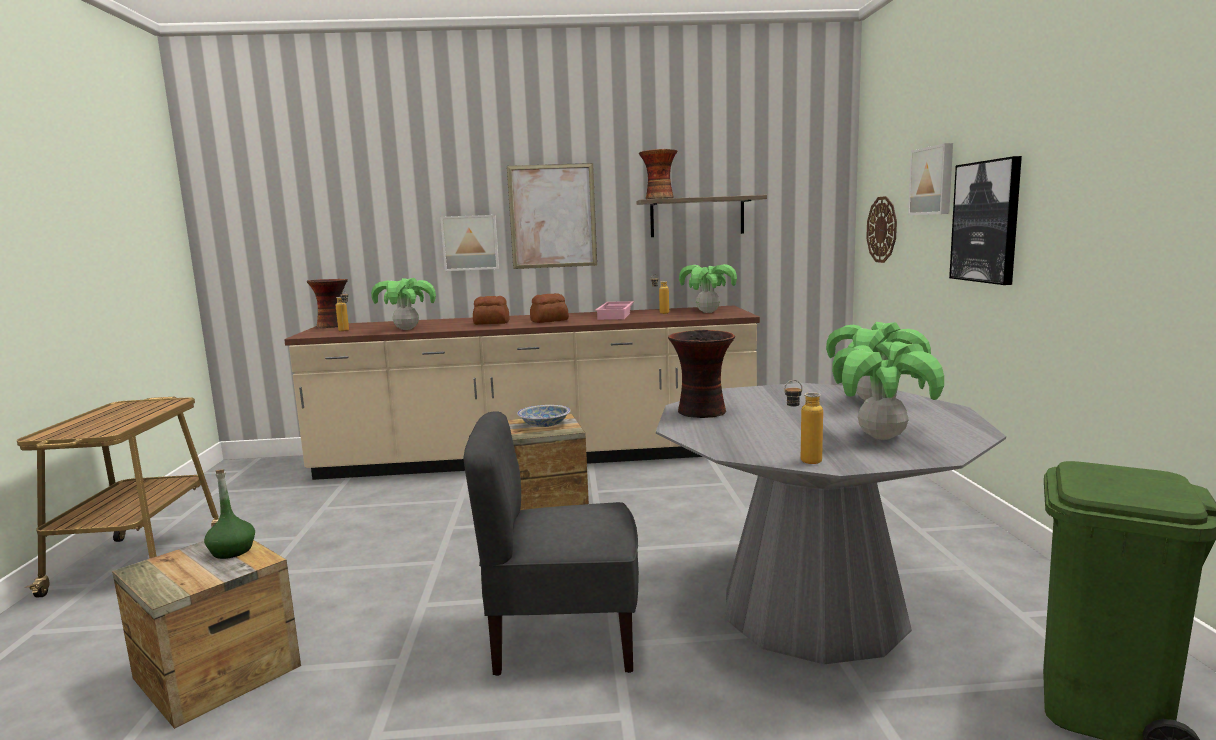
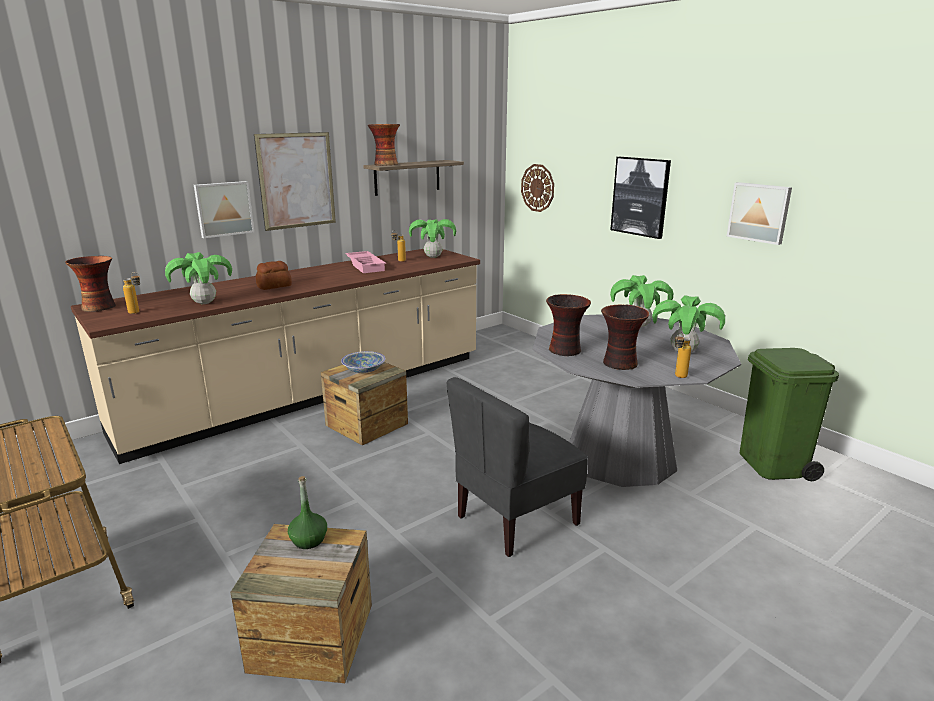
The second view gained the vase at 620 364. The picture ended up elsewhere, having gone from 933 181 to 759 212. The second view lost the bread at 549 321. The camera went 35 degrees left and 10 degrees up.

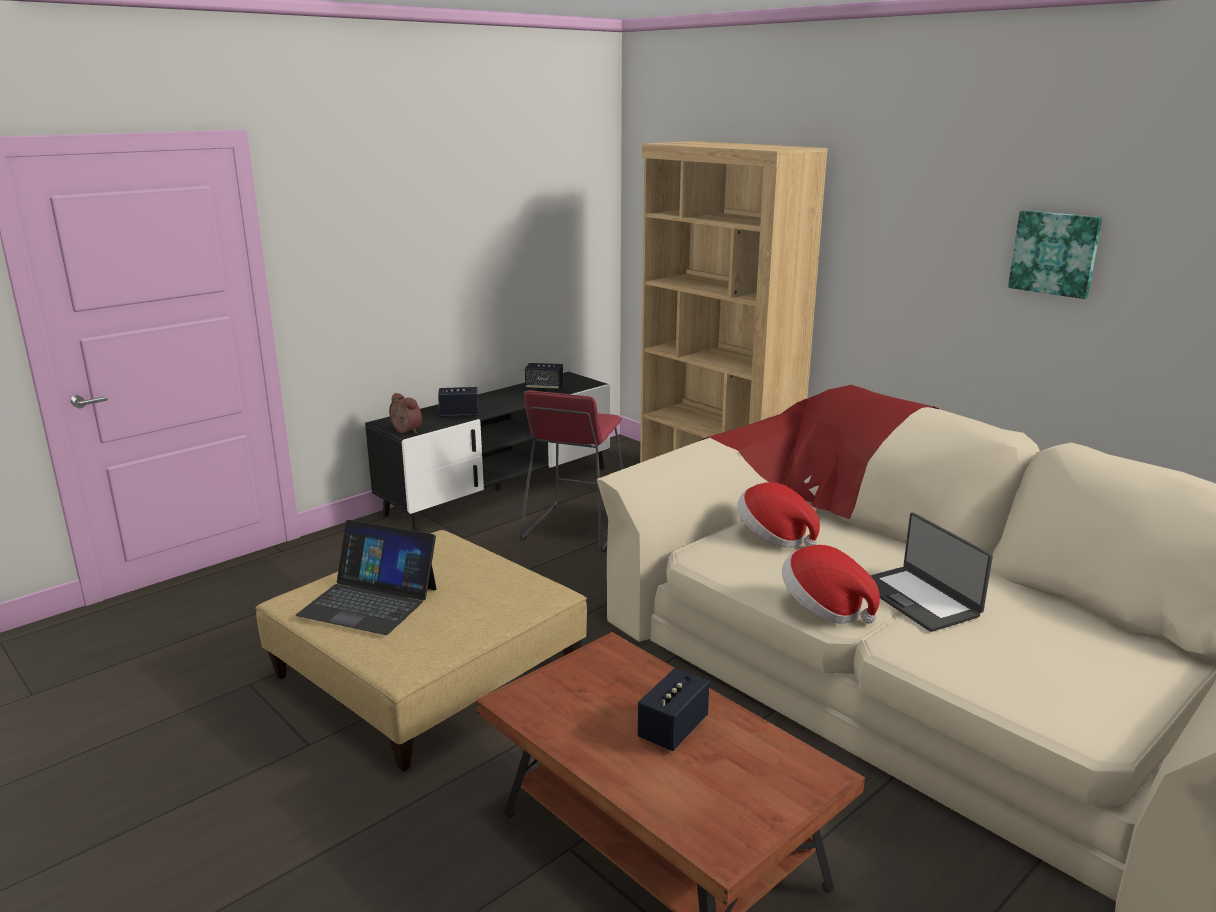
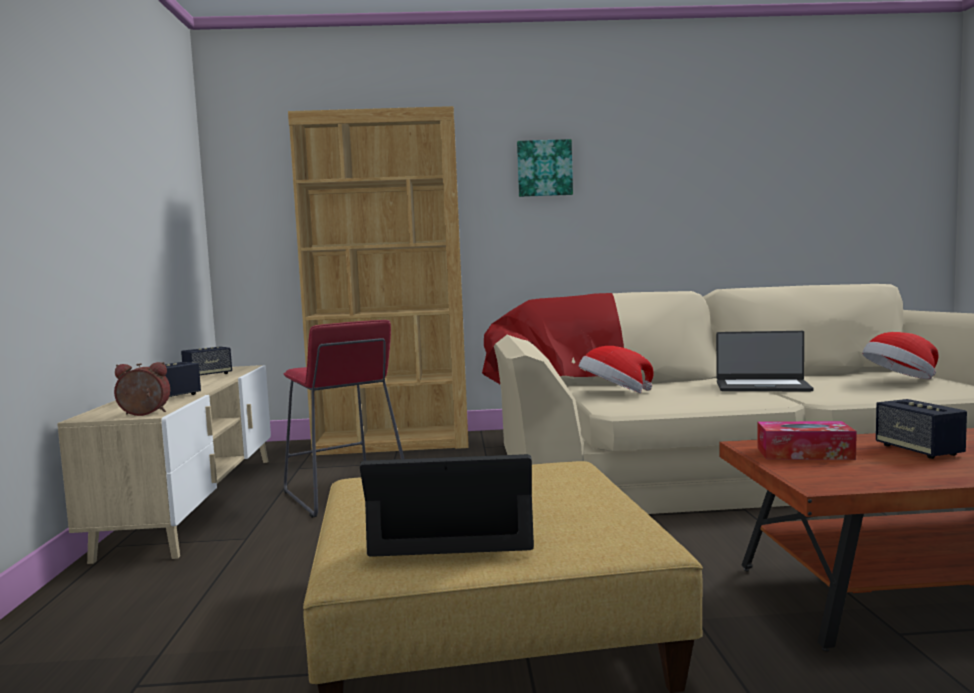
What was the black tv stand at 499 490 turned into the beige tv stand at 195 502. The laptop at 369 601 ended up facing another way, 150 degrees counterclockwise from before. The picture ended up elsewhere, having gone from 1055 253 to 544 168. The second view gained the tissue box at 804 453. The hat ended up elsewhere, having gone from 824 609 to 900 380. The camera went 50 degrees left and 15 degrees down.

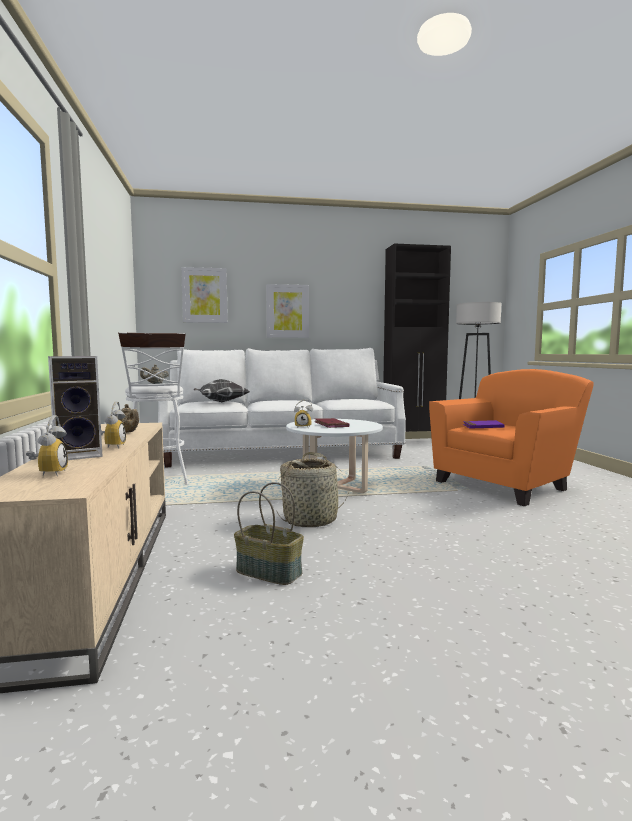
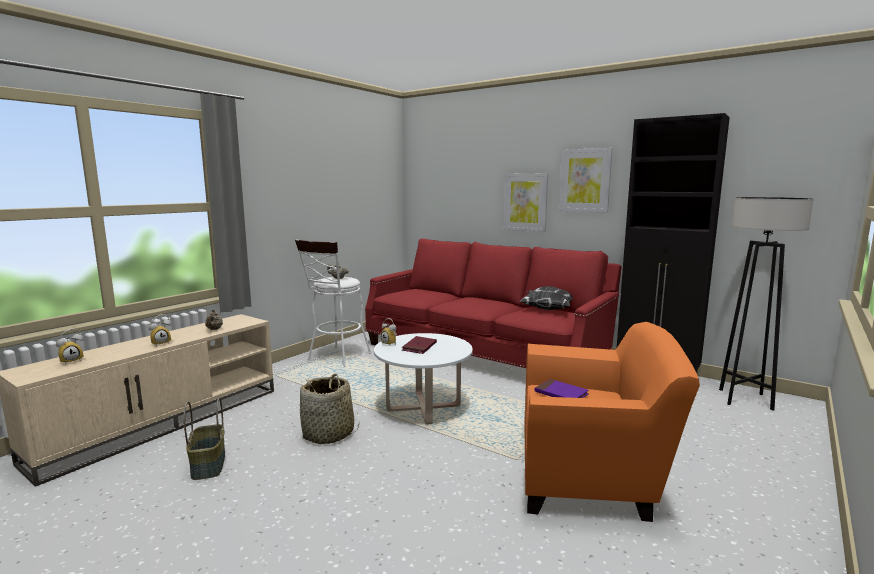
What was the white sofa at 282 452 turned into the red sofa at 484 352. The pillow ended up elsewhere, having gone from 221 402 to 547 309. The picture ended up elsewhere, having gone from 204 295 to 585 180. The second view lost the speaker at 80 455. The camera went 45 degrees right and 5 degrees up.

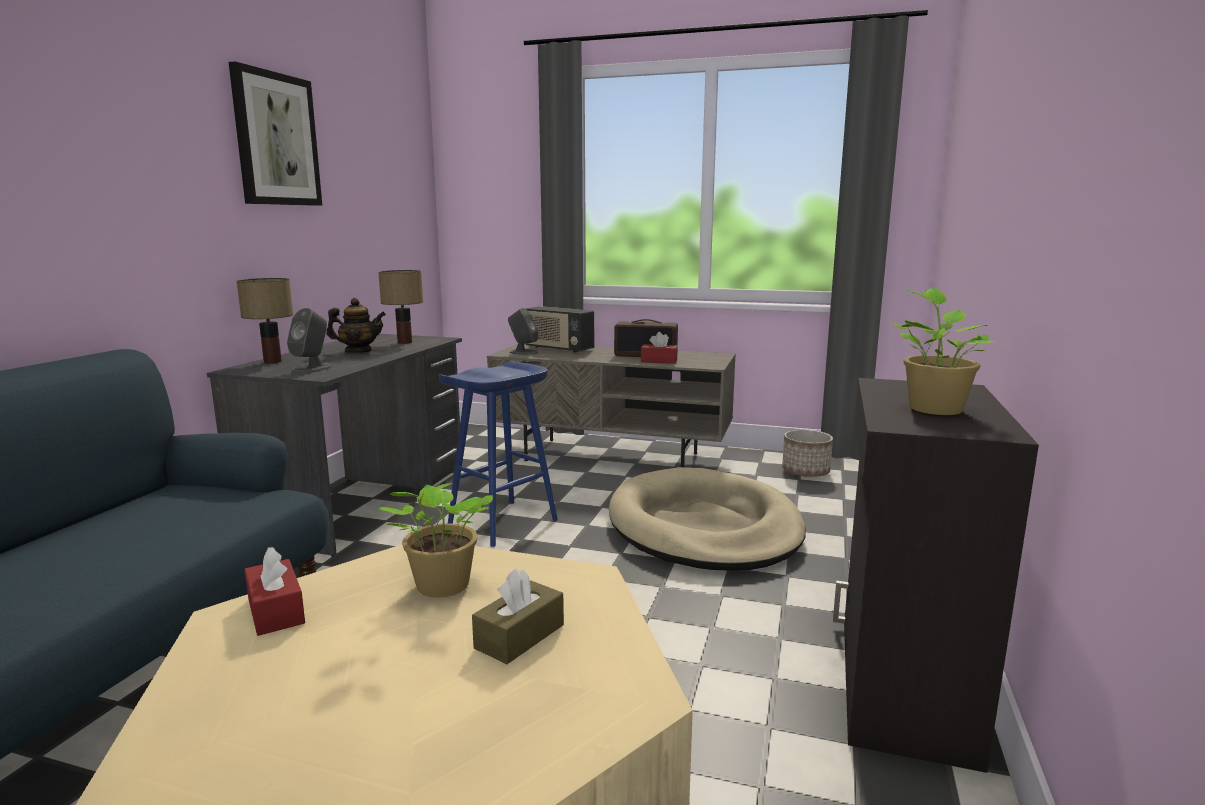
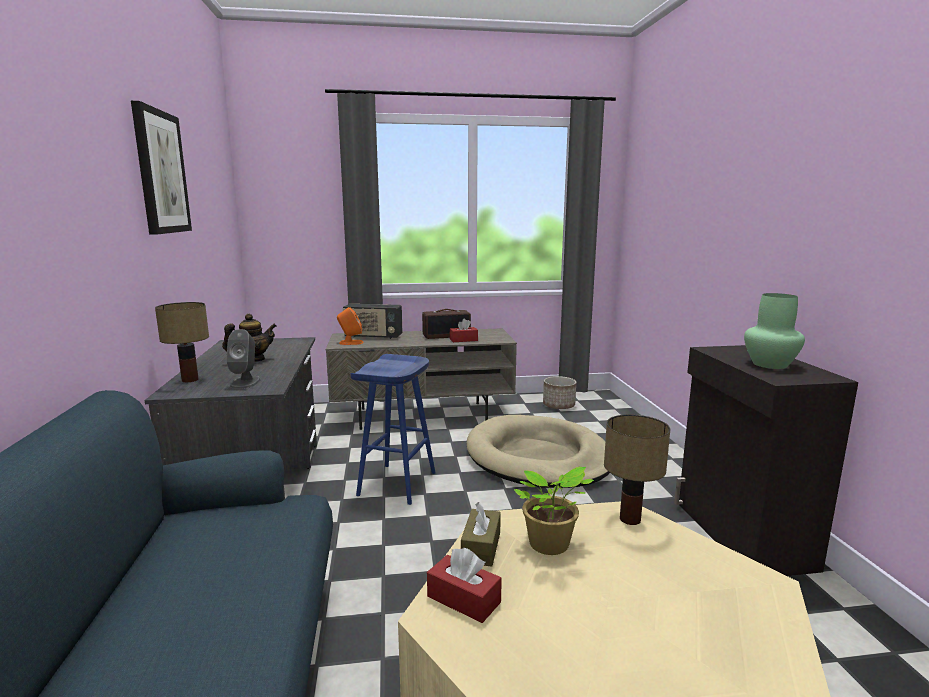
What was the grey speaker at 523 352 turned into the orange speaker at 351 342. The brown tissue box ended up elsewhere, having gone from 519 636 to 481 547. The table lamp ended up elsewhere, having gone from 404 342 to 628 519. Where the potted plant stood at 933 408, the green vase came to stand at 770 364. The camera went 25 degrees left and 0 degrees up.

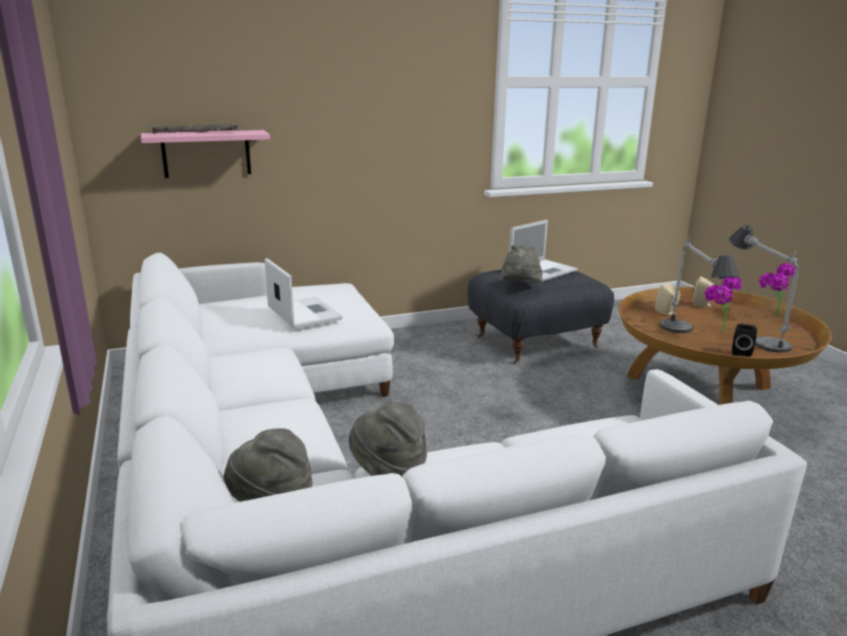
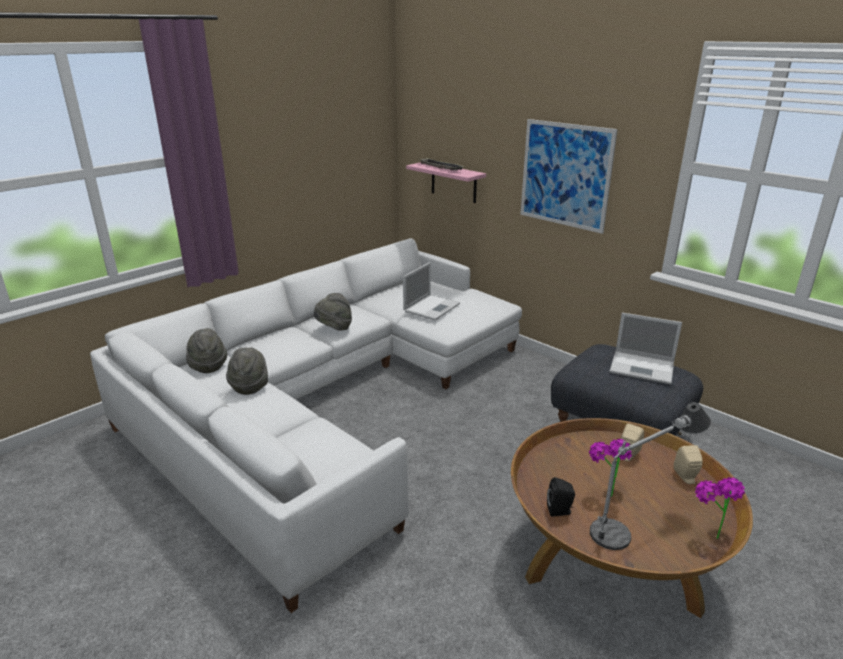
The grey hat ended up elsewhere, having gone from 520 287 to 334 328. The second view gained the picture at 565 175. The second view lost the table lamp at 688 340. The camera went 65 degrees right and 5 degrees up.

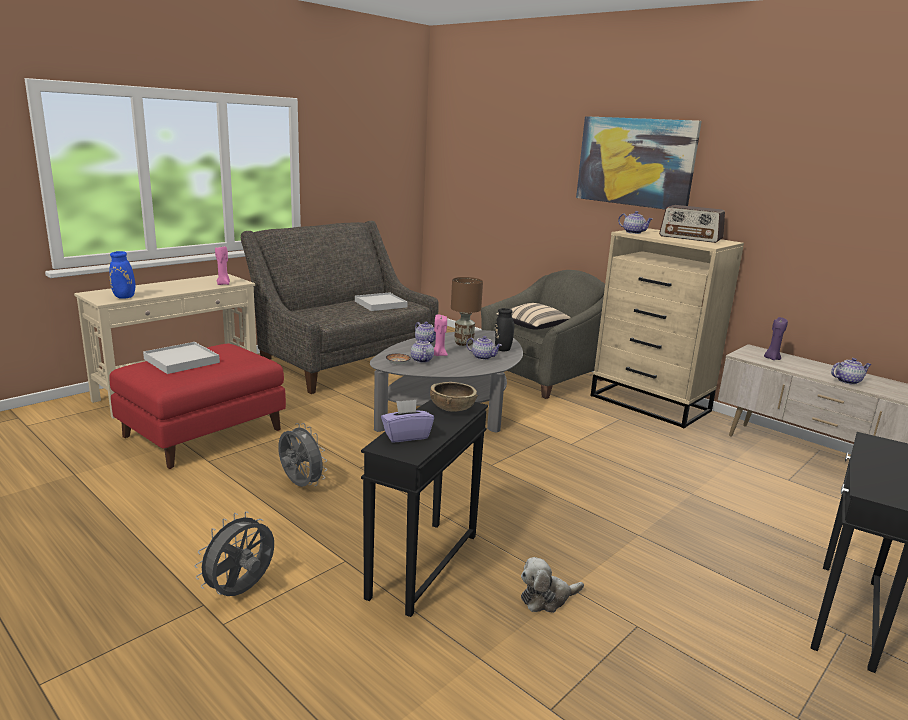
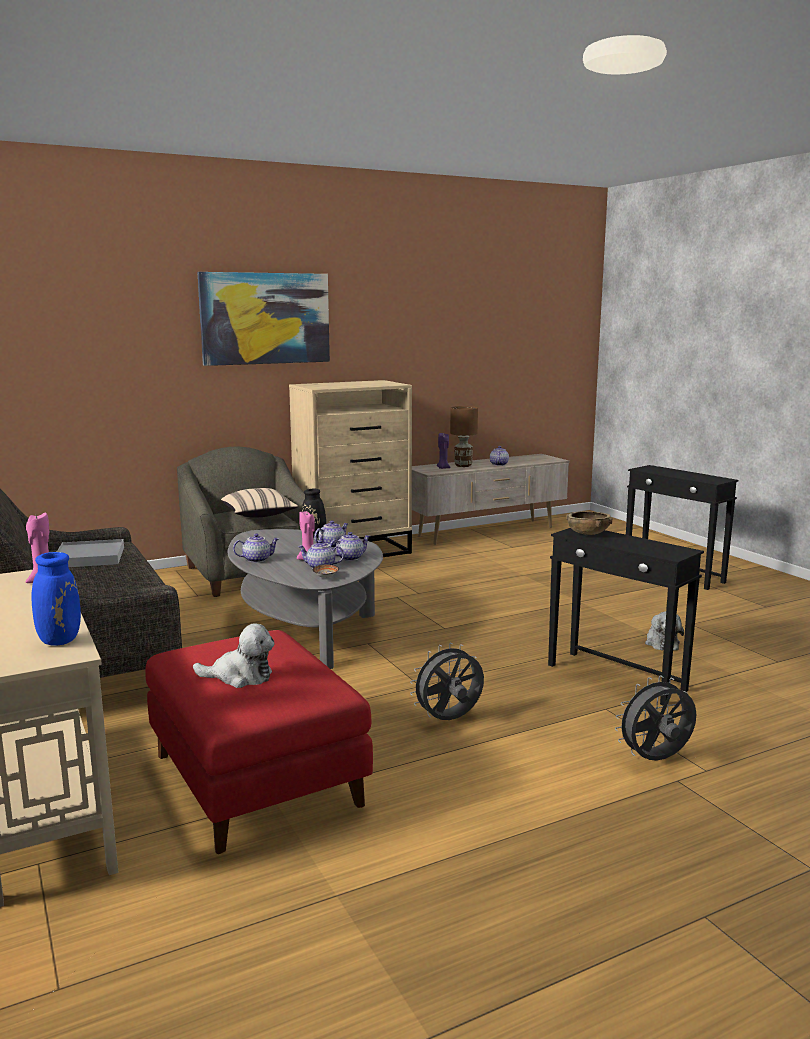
Where the white tray stood at 182 361, the plush toy came to stand at 240 676. The teapot ended up elsewhere, having gone from 634 232 to 350 558. The brown table lamp ended up elsewhere, having gone from 463 343 to 463 465. The grey fan at 241 592 ended up facing another way, 105 degrees clockwise from before. The second view lost the purple tissue box at 406 436. The second view lost the radio at 691 237. The camera went 70 degrees left and 5 degrees down.

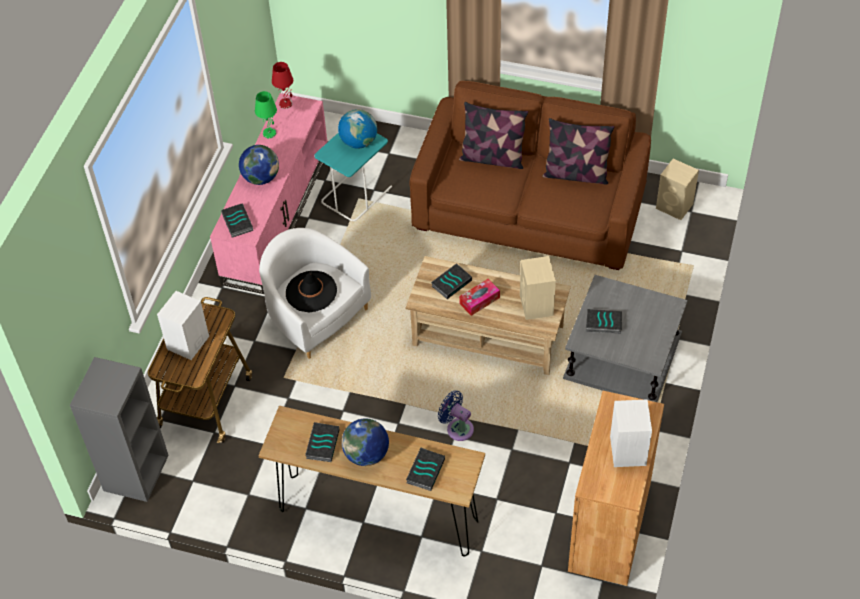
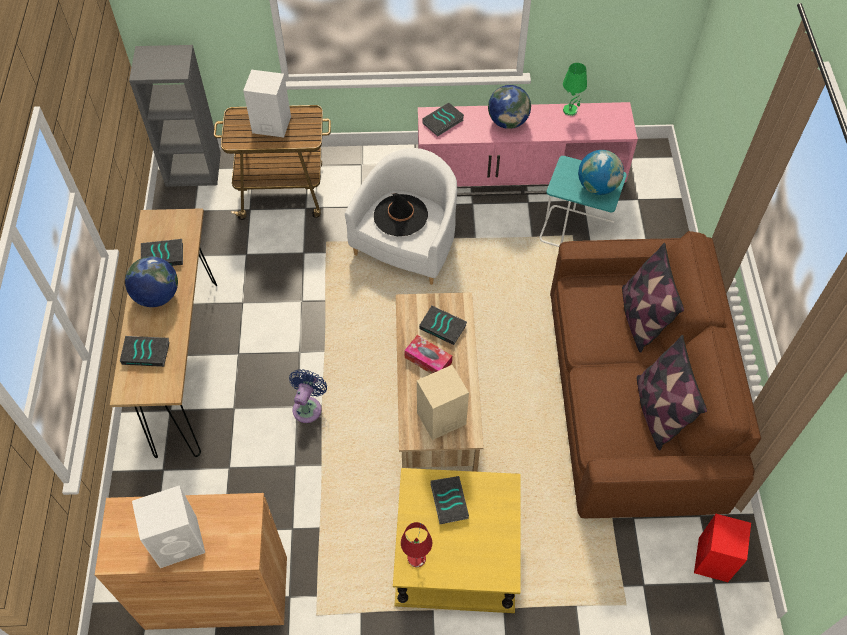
What was the grey side table at 623 356 turned into the yellow side table at 456 551. The red table lamp ended up elsewhere, having gone from 286 103 to 417 558. What was the beige speaker at 675 206 turned into the red speaker at 713 561. The camera went 70 degrees right and 5 degrees up.

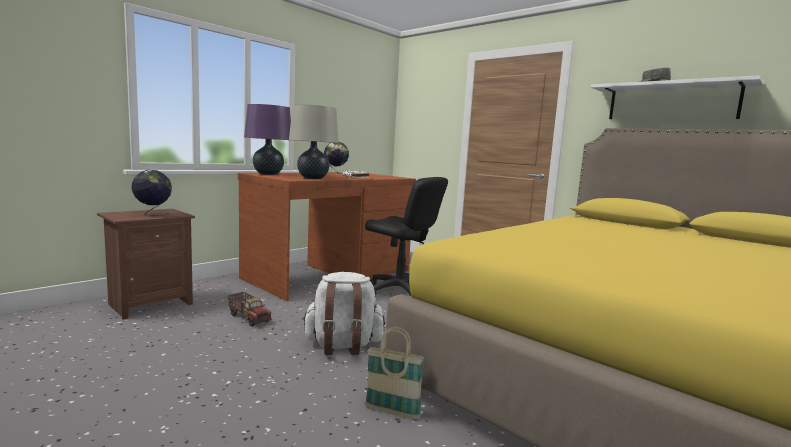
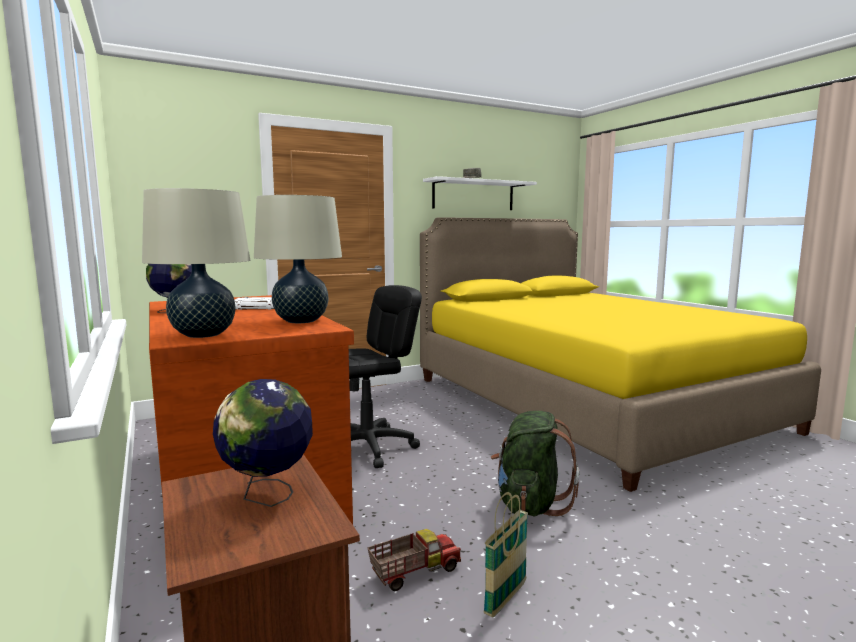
What was the purple table lamp at 268 174 turned into the beige table lamp at 203 334. The basket ended up elsewhere, having gone from 392 412 to 505 598. What was the white backpack at 343 346 turned into the green backpack at 530 504. The camera went 70 degrees left and 0 degrees up.

